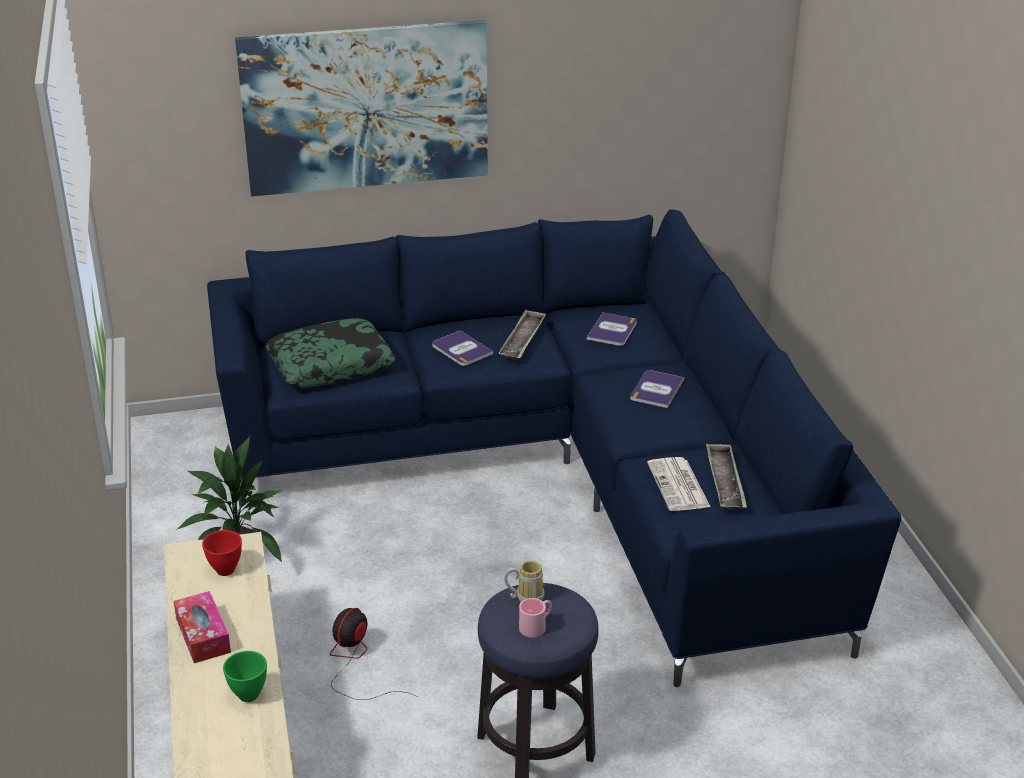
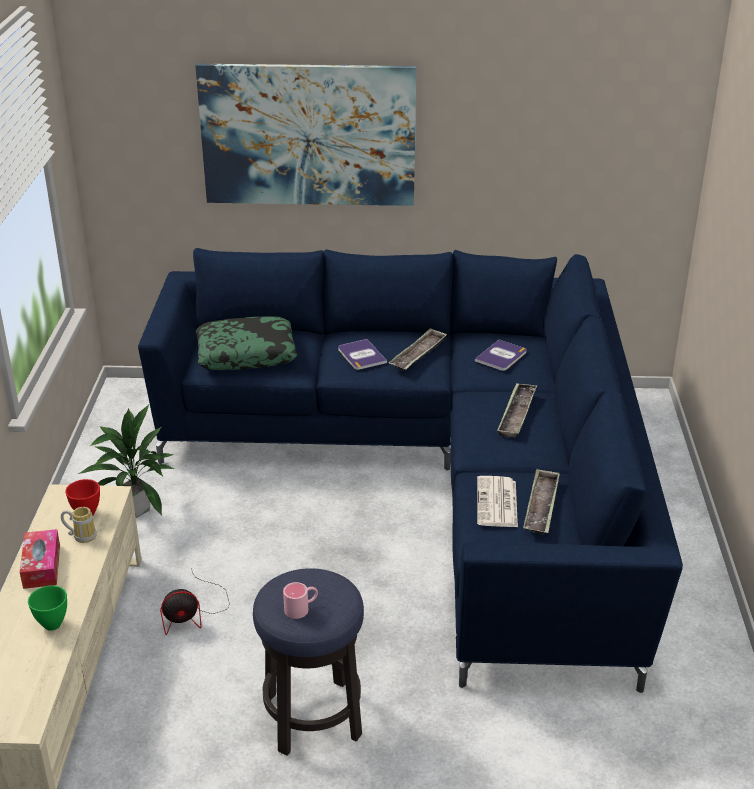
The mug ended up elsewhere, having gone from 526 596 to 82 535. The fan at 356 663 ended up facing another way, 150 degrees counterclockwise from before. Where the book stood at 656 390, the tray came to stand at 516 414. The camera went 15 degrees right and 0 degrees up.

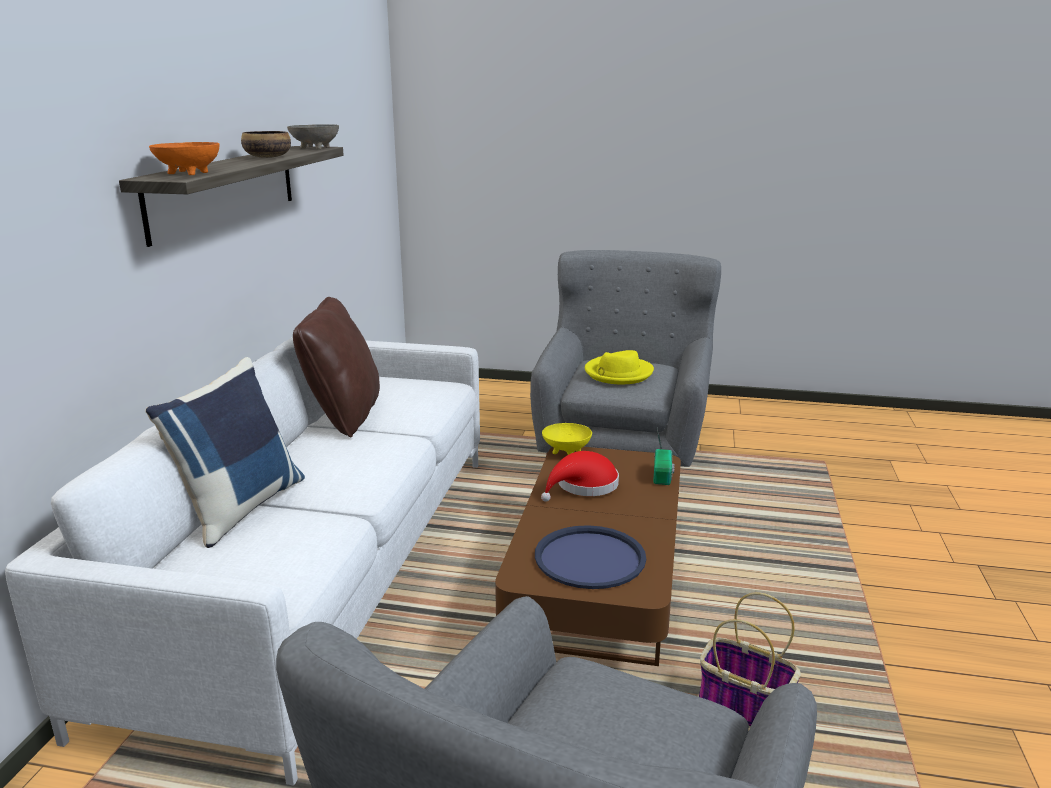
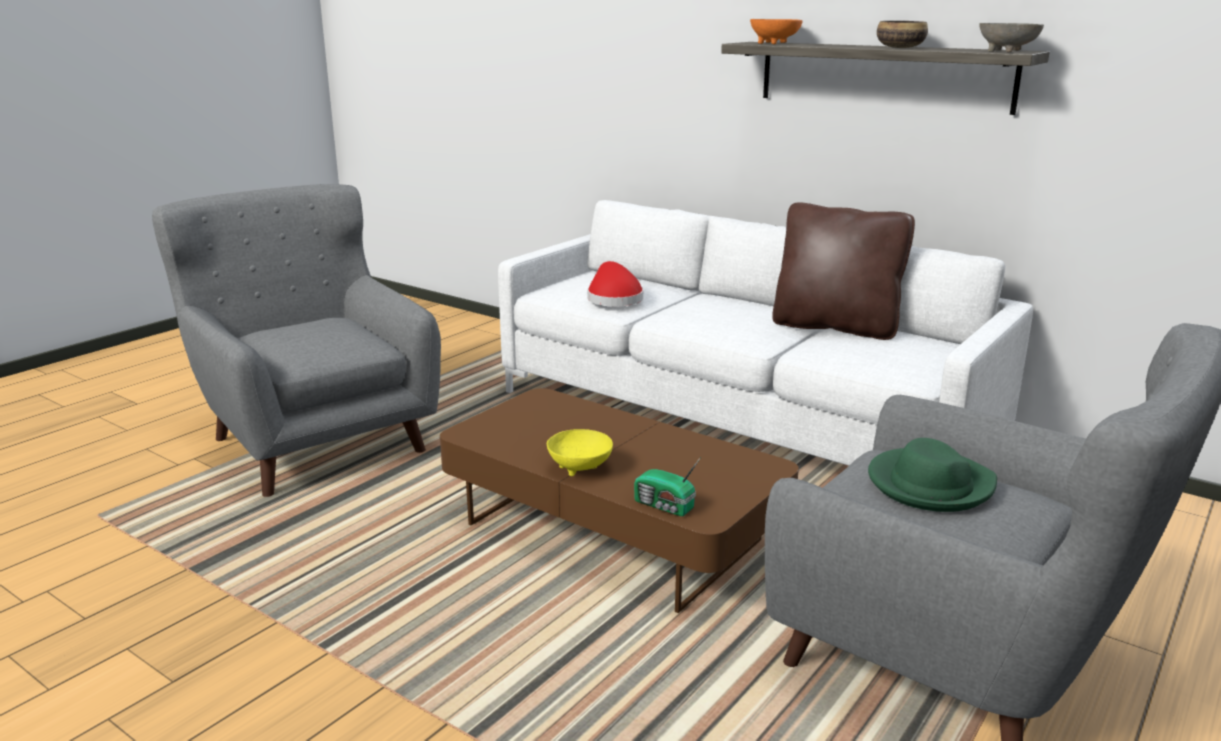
The yellow bowl ended up elsewhere, having gone from 567 451 to 580 469. The red hat ended up elsewhere, having gone from 583 486 to 613 298. What was the yellow hat at 618 373 turned into the green hat at 929 485. The second view lost the blue pillow at 240 507. The second view lost the blue tray at 590 558. The second view lost the basket at 742 707. The camera went 115 degrees right and 0 degrees up.

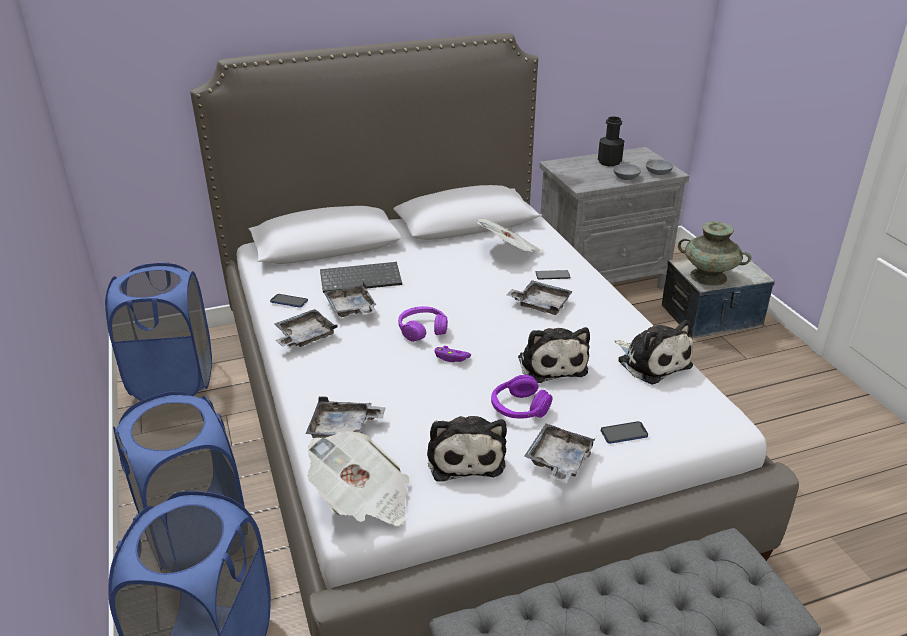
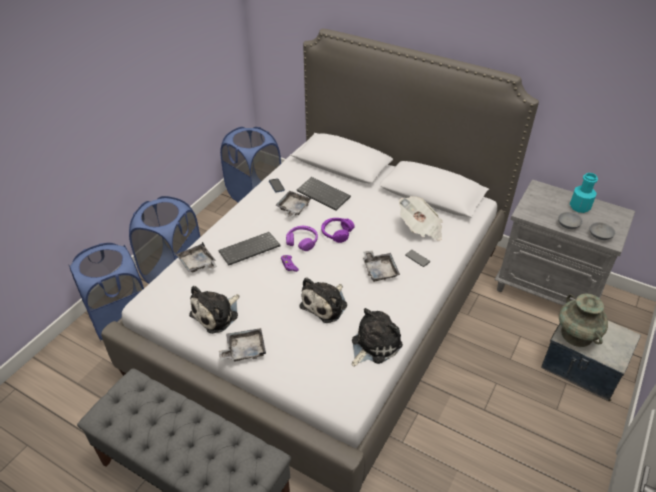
The second view gained the keyboard at 249 250. The purple headphones ended up elsewhere, having gone from 519 408 to 336 233. The plush toy at 651 362 ended up facing another way, 150 degrees counterclockwise from before. What was the black bottle at 609 162 turned into the turquoise bottle at 579 207. The second view lost the grey tray at 304 337. The second view lost the newspaper at 363 499. The second view lost the phone at 624 433. The camera went 50 degrees right and 10 degrees up.

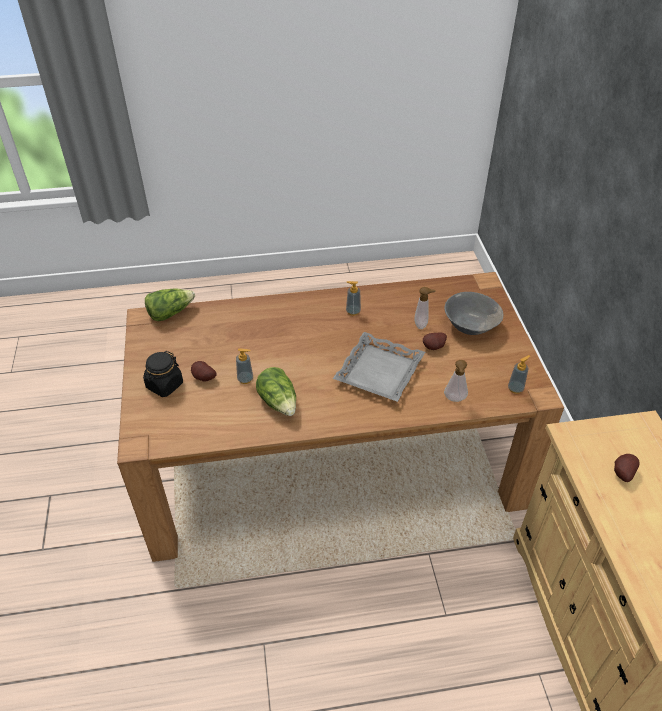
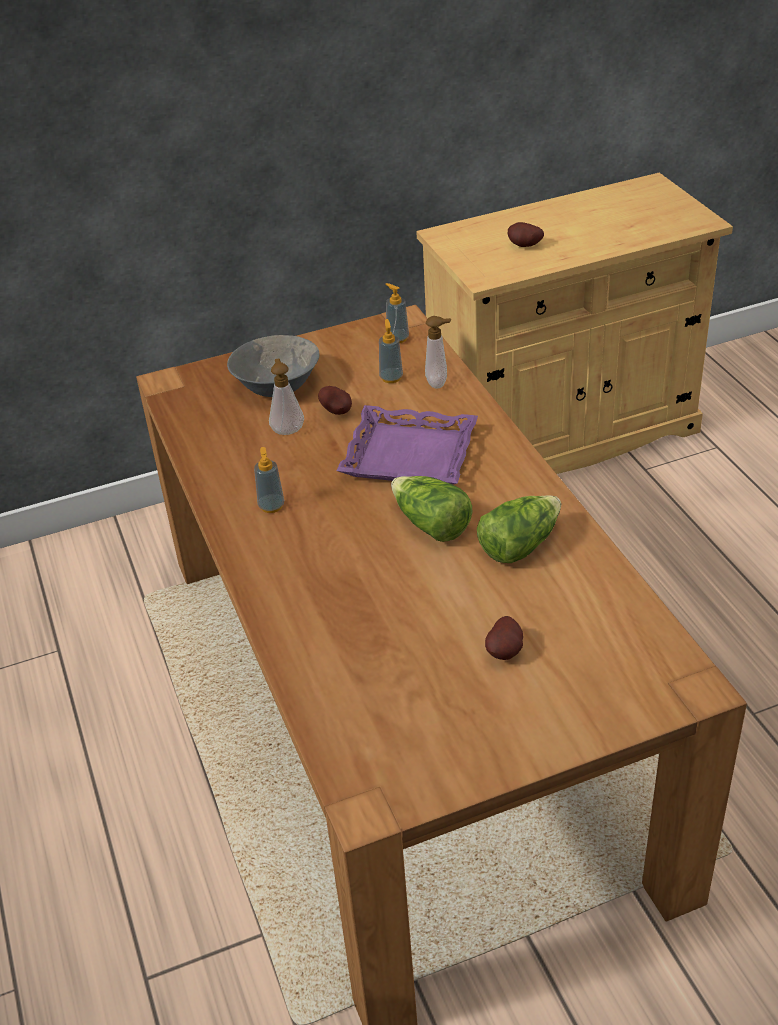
What was the grey tray at 380 372 turned into the purple tray at 410 454. The soap dispenser ended up elsewhere, having gone from 245 379 to 391 378. The lettuce ended up elsewhere, having gone from 170 313 to 431 524. The second view lost the black jar at 164 385. The camera went 100 degrees left and 5 degrees down.

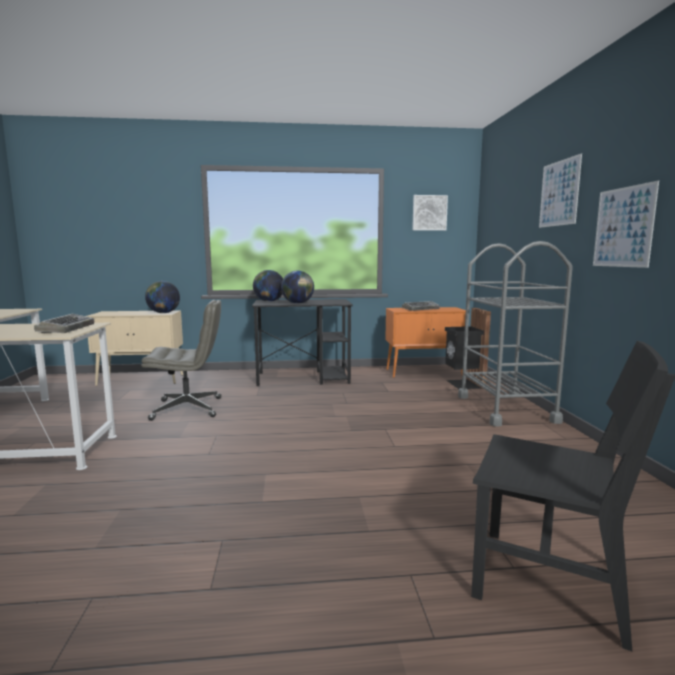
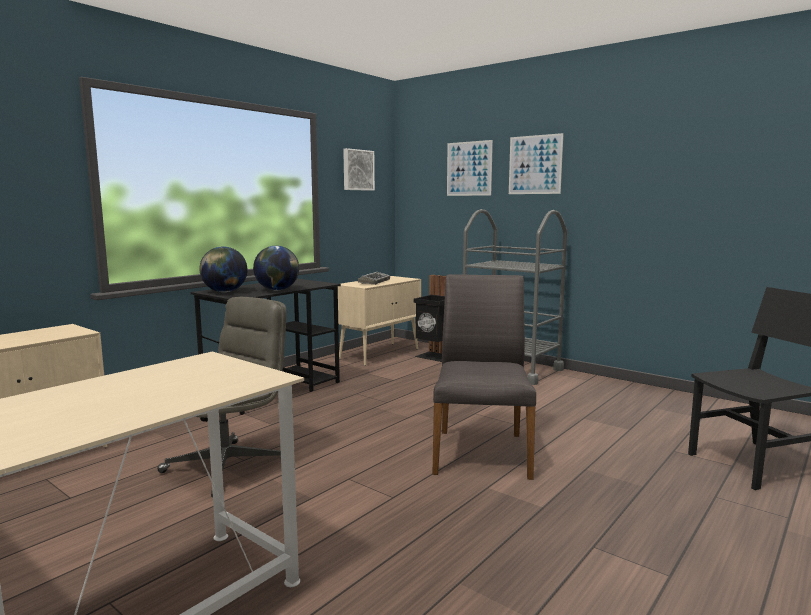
What was the orange cabinet at 424 372 turned into the beige cabinet at 380 354. The second view gained the grey chair at 481 452. The picture ended up elsewhere, having gone from 623 227 to 469 168. The second view lost the keyboard at 67 329. The second view lost the globe at 163 313. The camera went 45 degrees left and 0 degrees up.

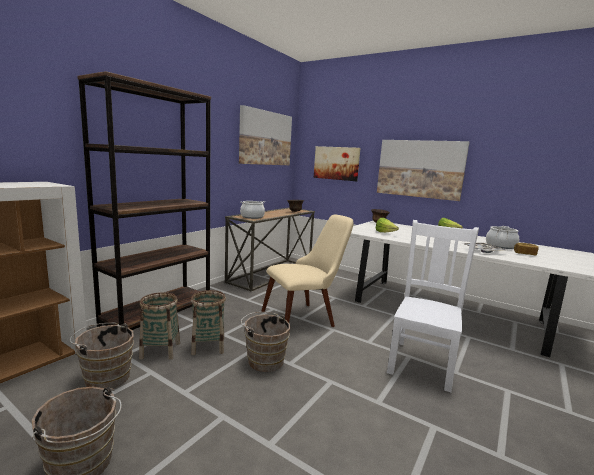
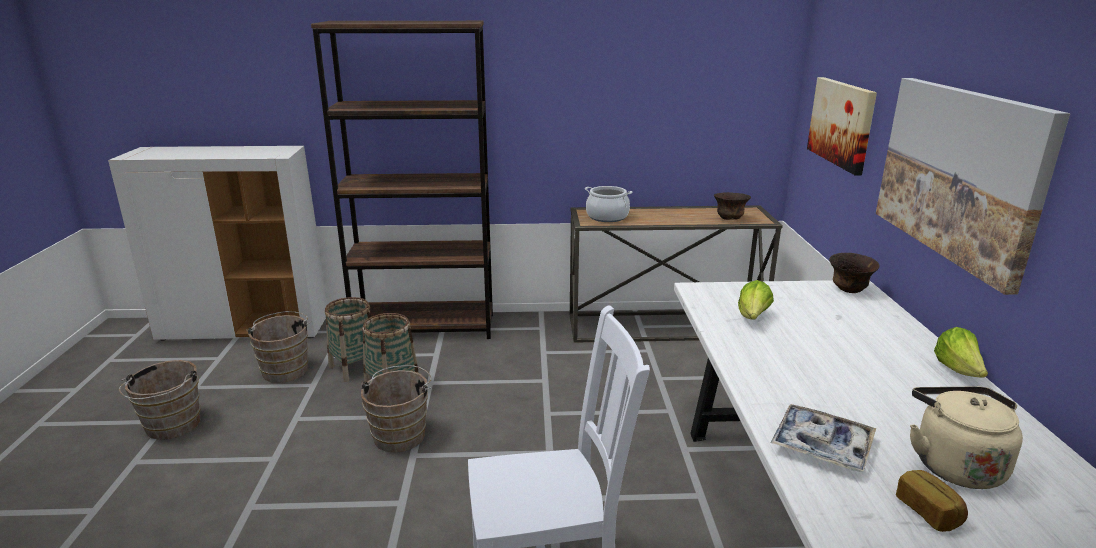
Where the cooking pot stood at 500 246, the beige kettle came to stand at 954 464. The second view lost the picture at 265 138. The second view lost the beige chair at 305 317. The camera went 55 degrees right and 10 degrees up.

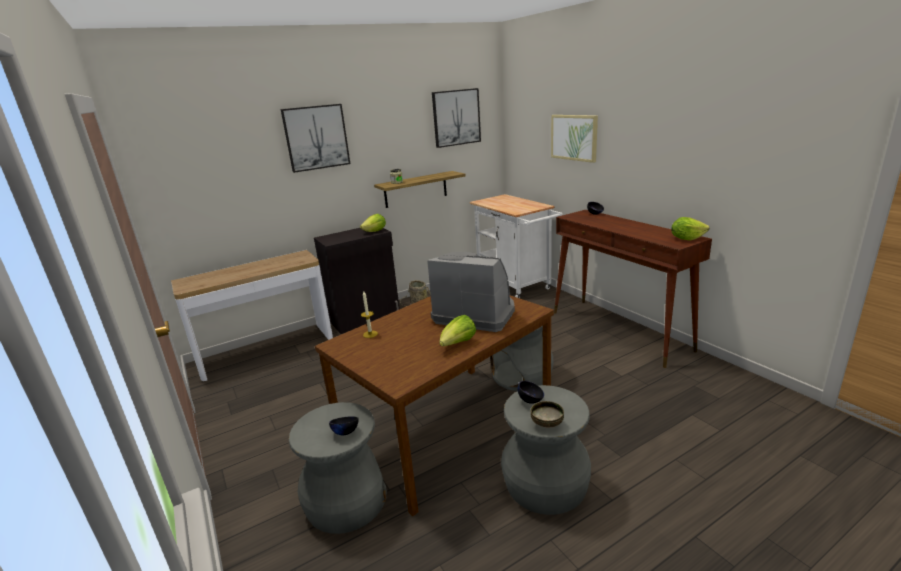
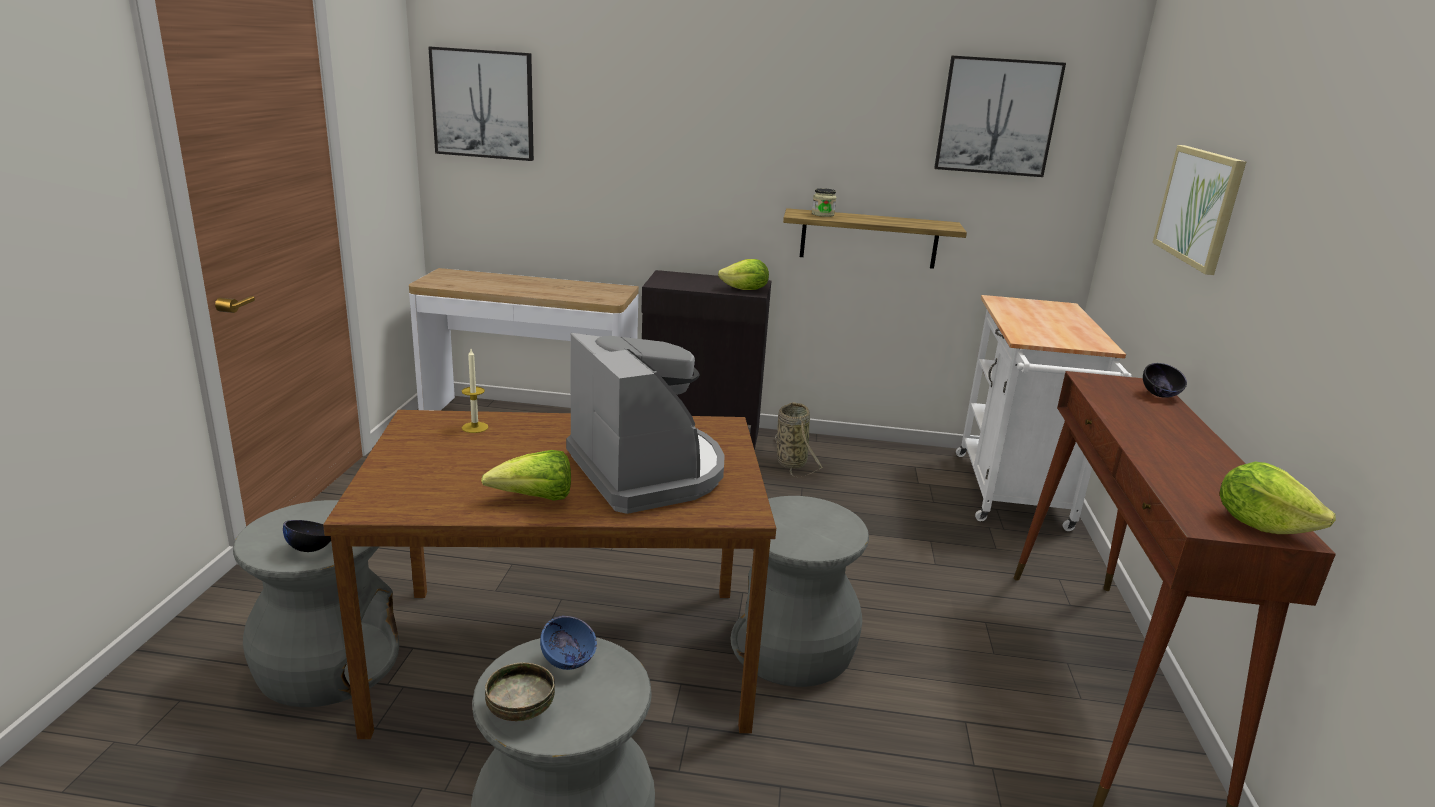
The picture ended up elsewhere, having gone from 316 137 to 483 104. What was the black bowl at 531 400 turned into the blue bowl at 568 662. The camera went 35 degrees right and 0 degrees up.

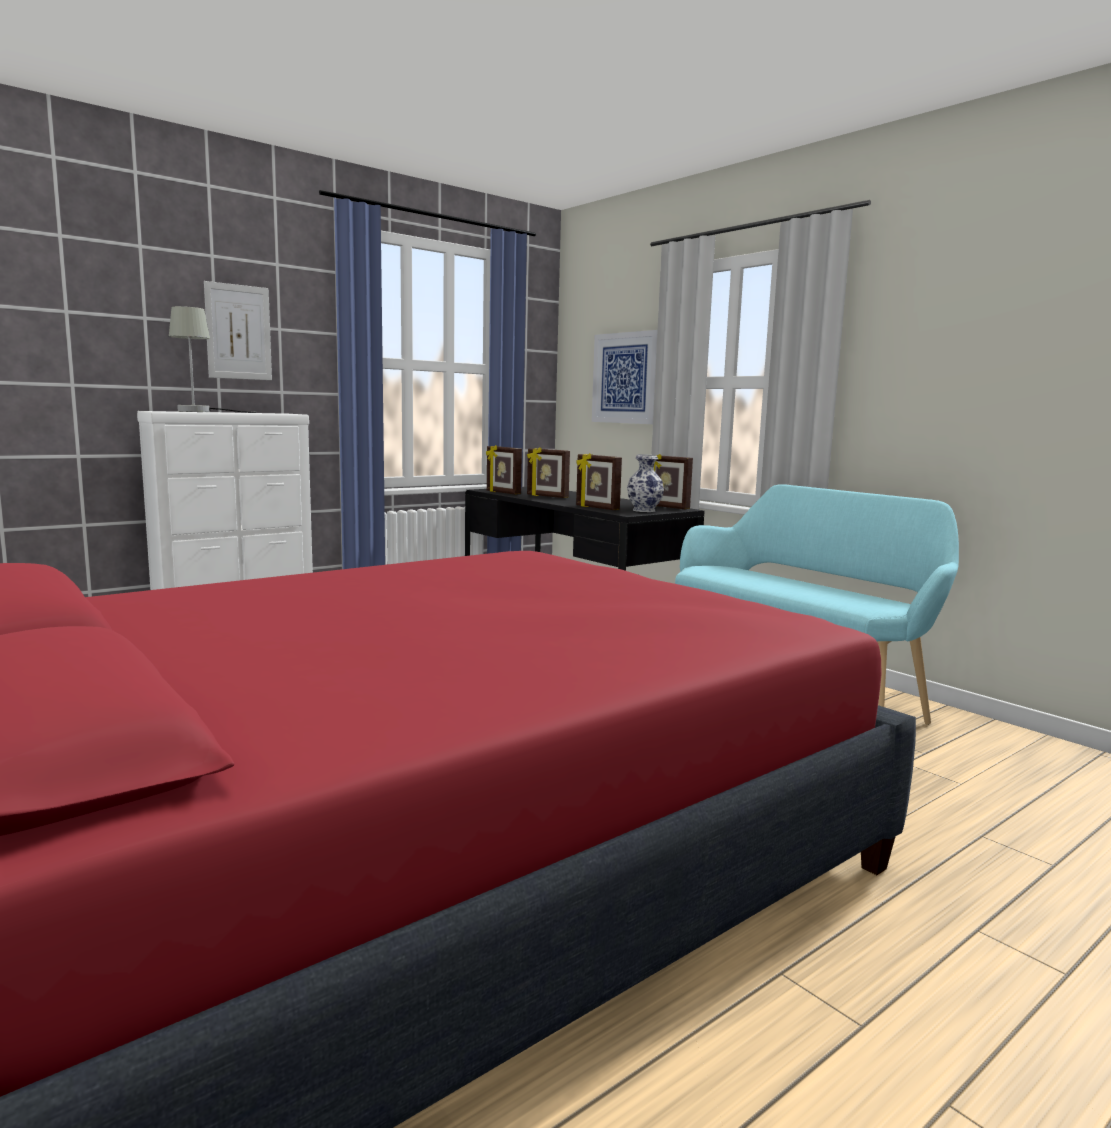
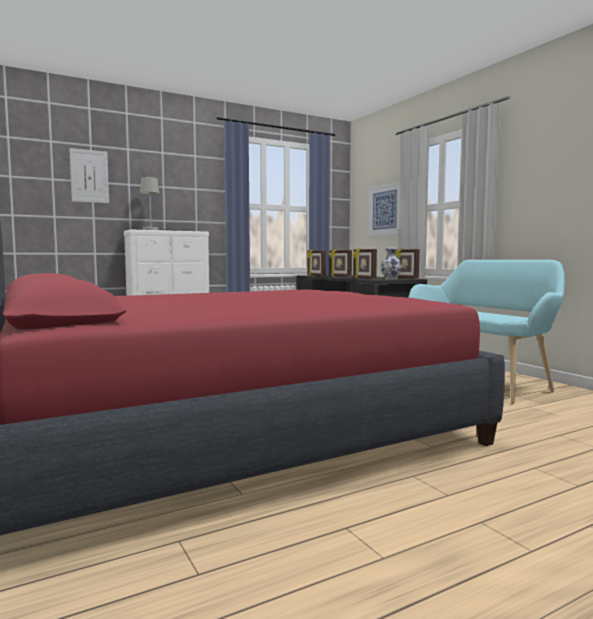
The picture ended up elsewhere, having gone from 238 332 to 89 176. The camera went 10 degrees right and 5 degrees down.

